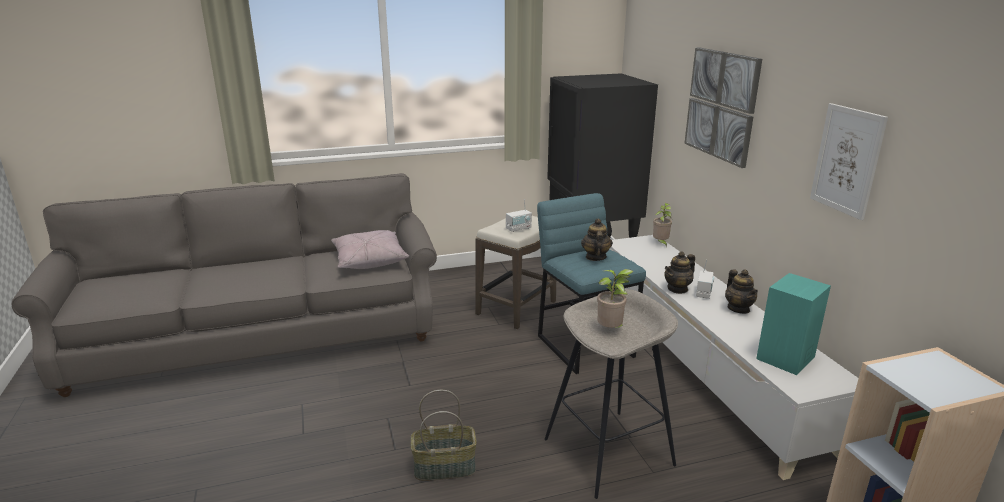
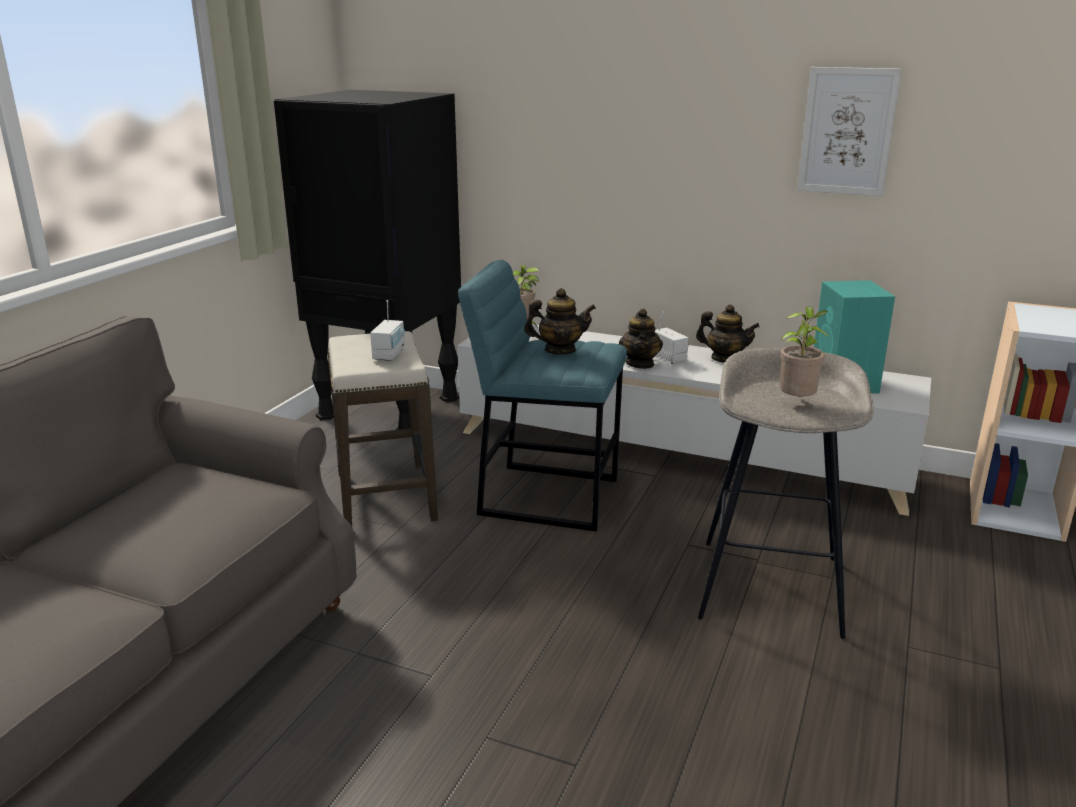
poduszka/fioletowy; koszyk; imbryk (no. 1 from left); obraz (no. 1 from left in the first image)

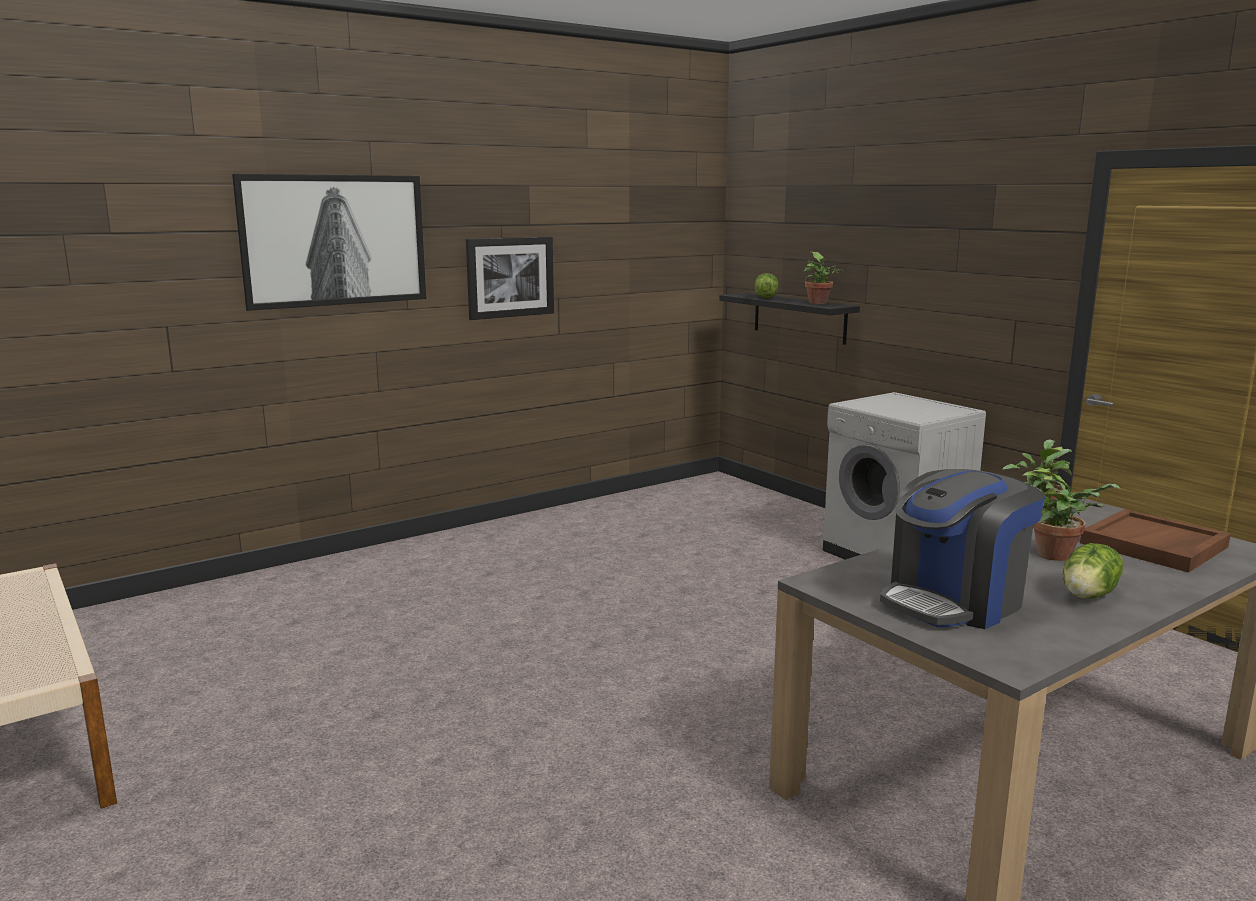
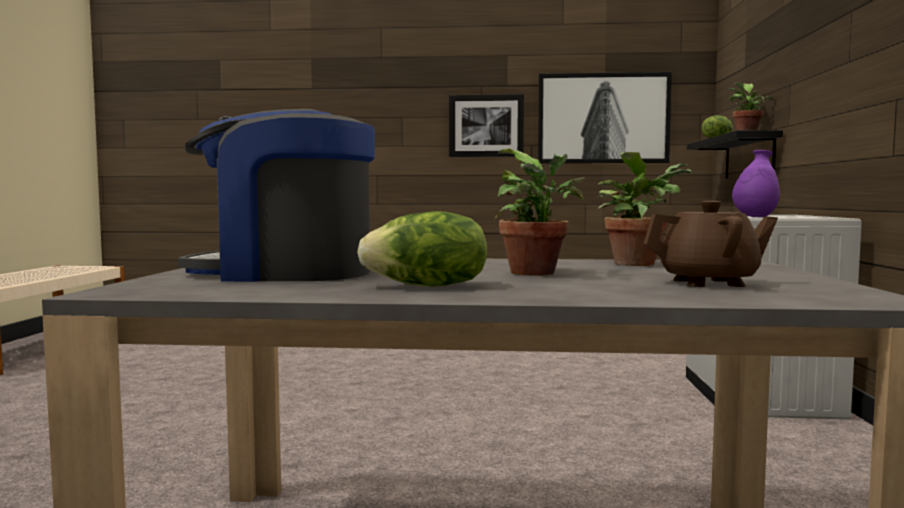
obraz (no. 2 from left); imbryk/brązowy; wazon/fioletowy

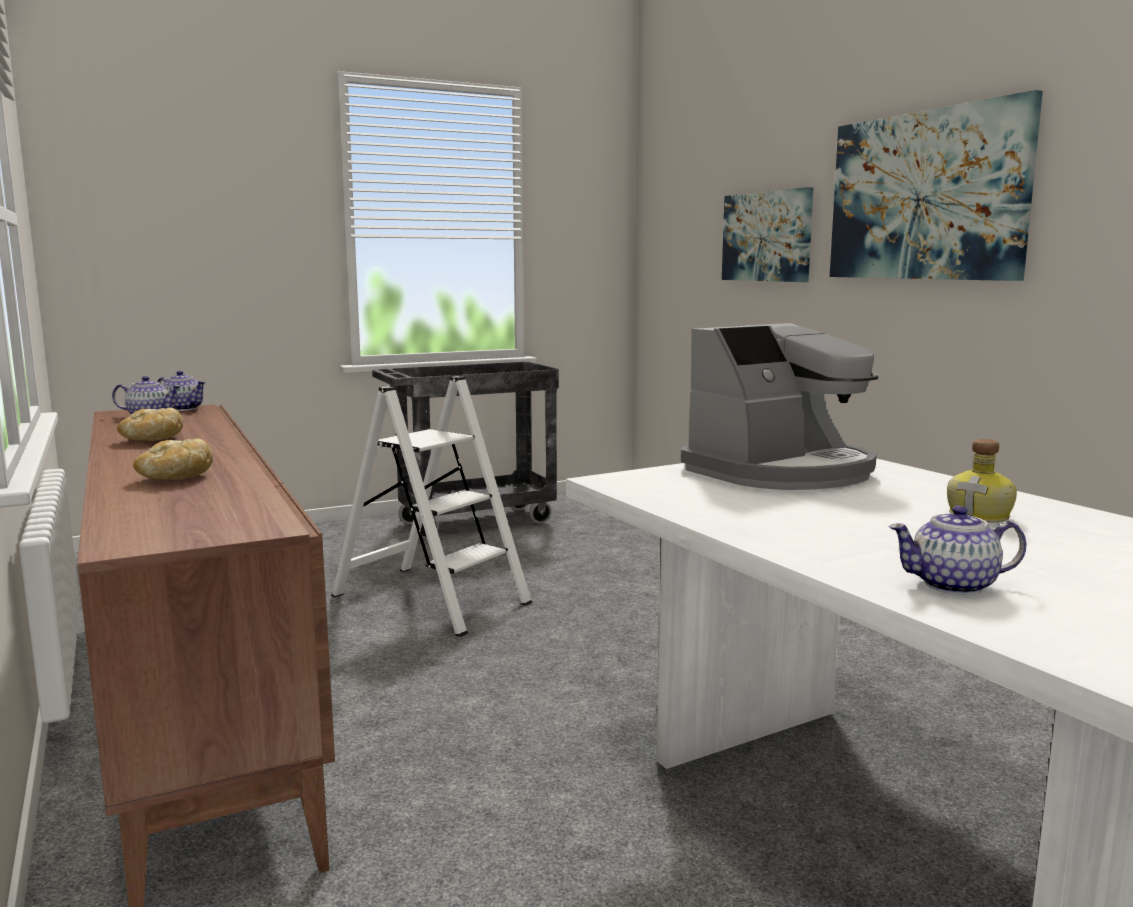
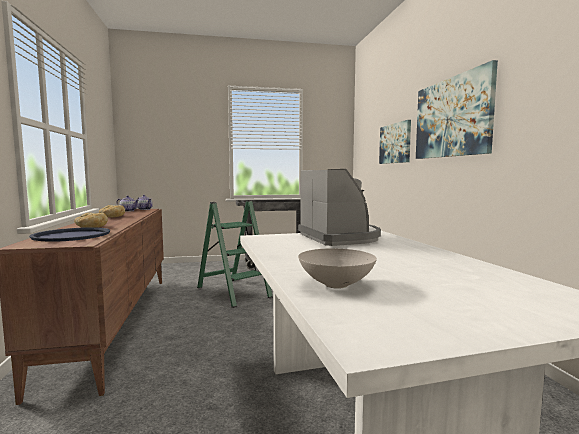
drabinka/zielony; ekspres do kawy; miska/biały; butelka; taca/niebieski

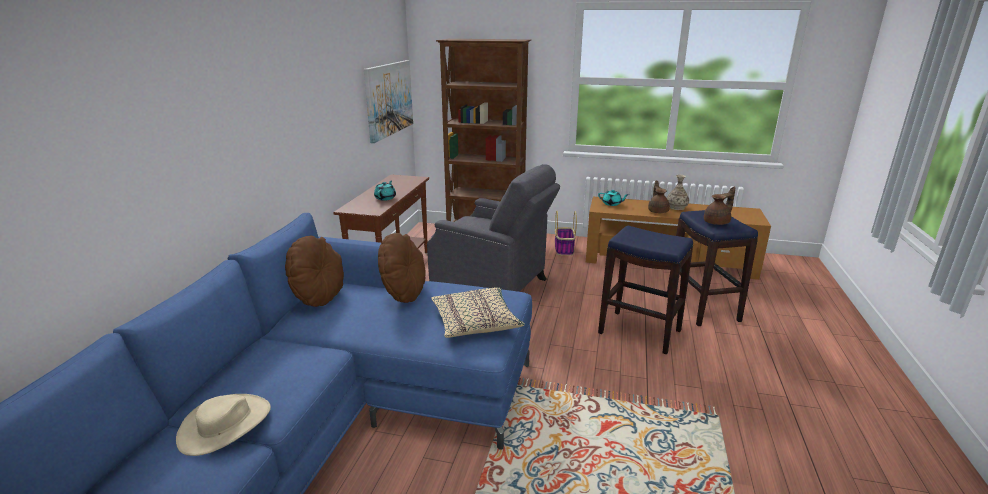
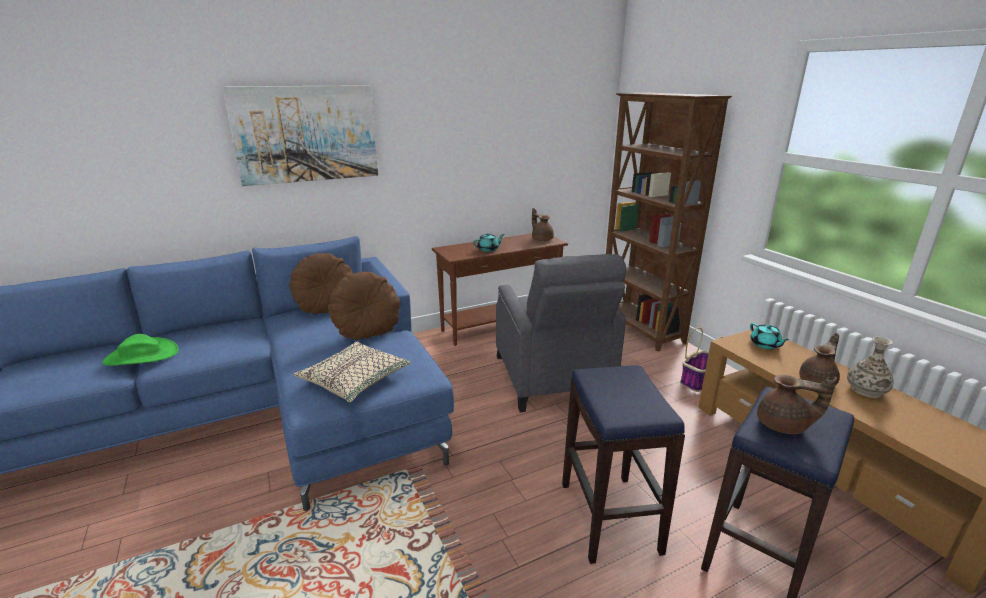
kapelusz/zielony; obraz; imbryk/brązowy (no. 1 from left)

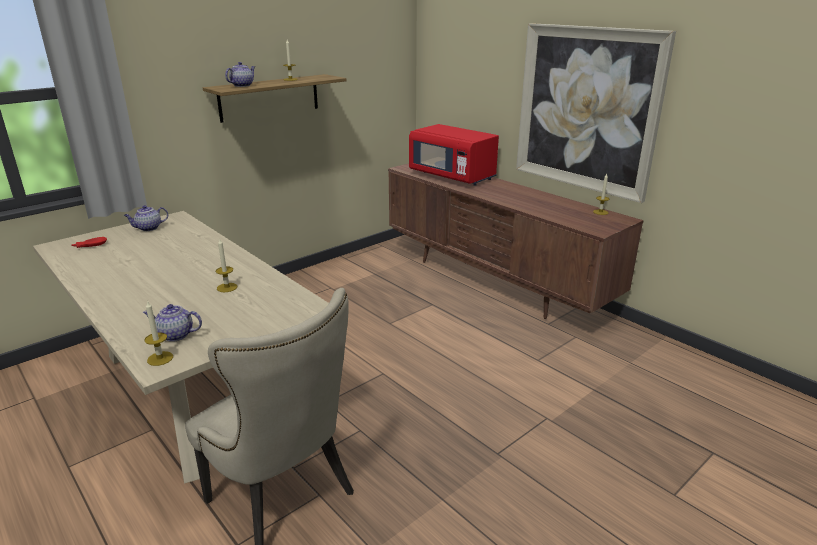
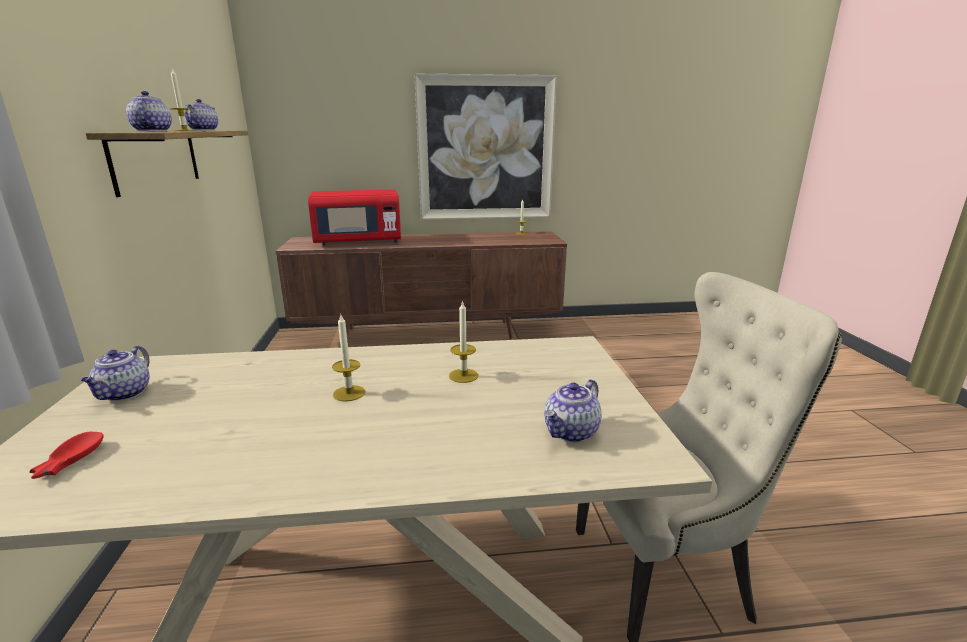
świeca (no. 2 from left); imbryk (no. 3 from left)

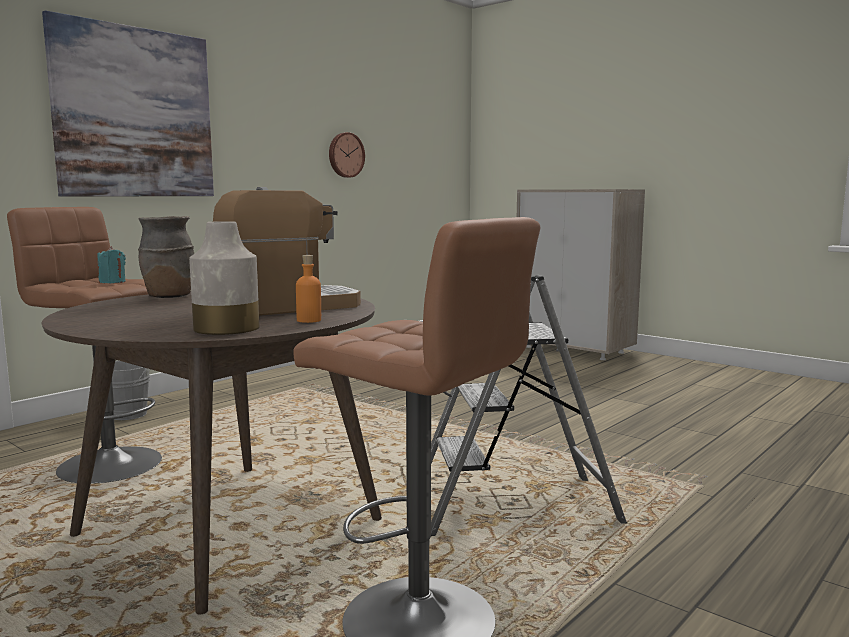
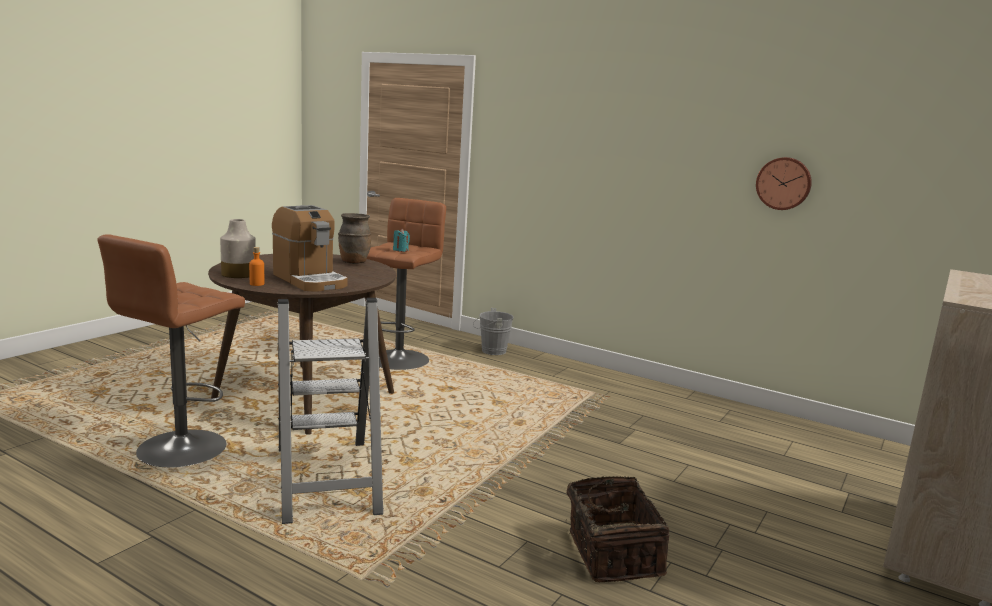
obraz; koszyk

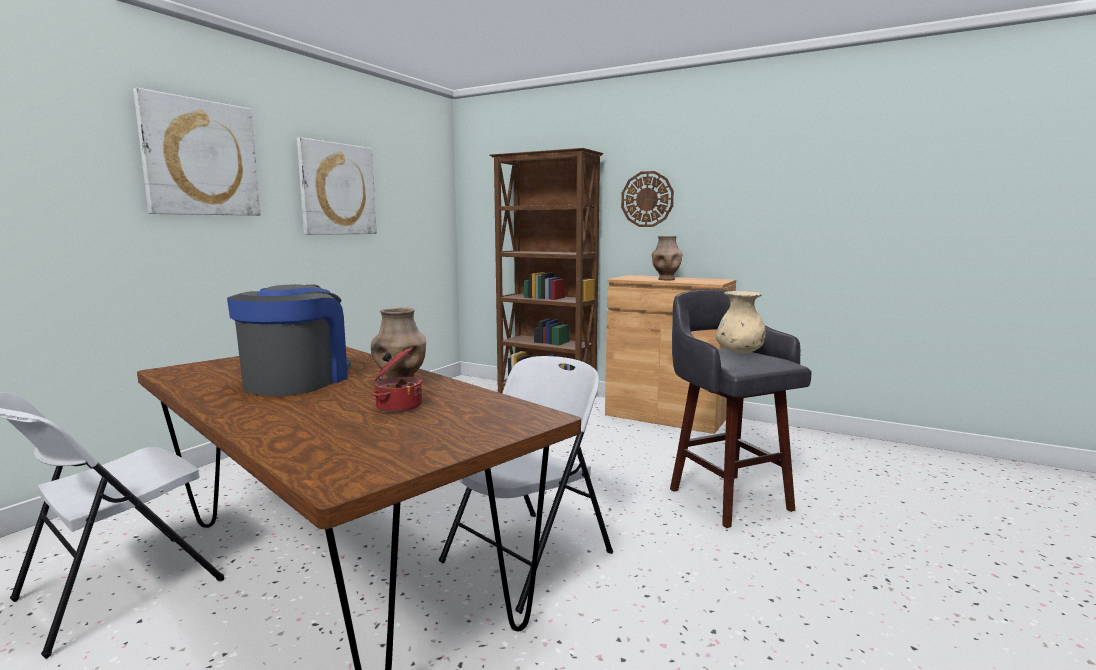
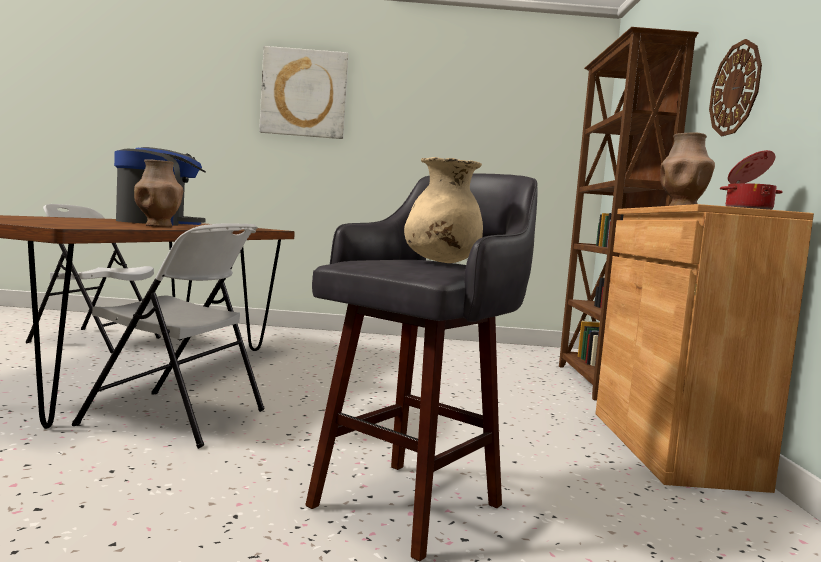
obraz (no. 2 from left in the first image); garnek

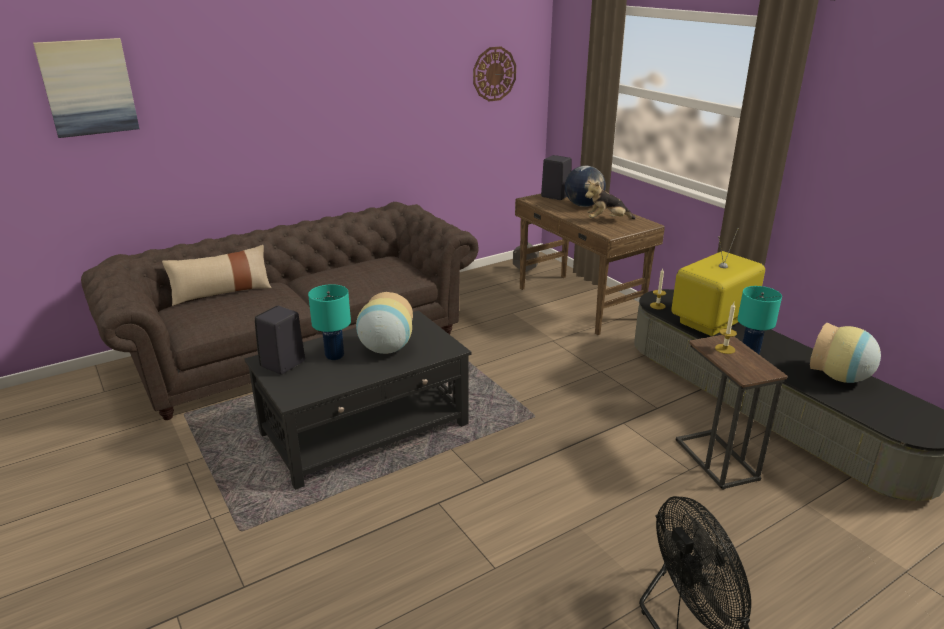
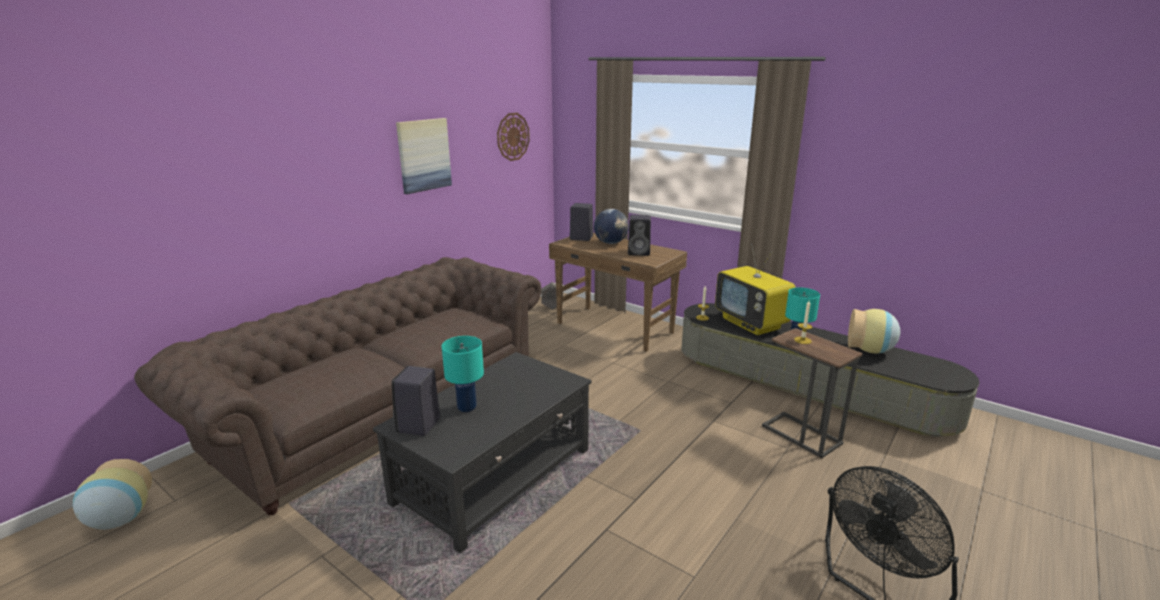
obraz; poduszka/beżowy; wazon (no. 1 from left); głośnik/czarny (no. 3 from left); telewizor

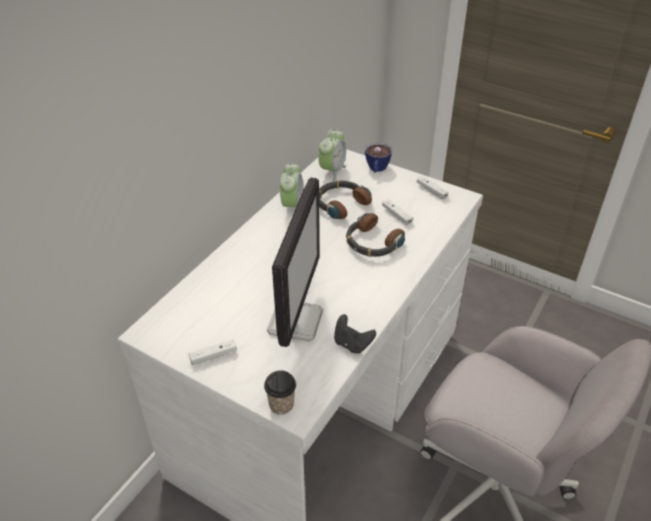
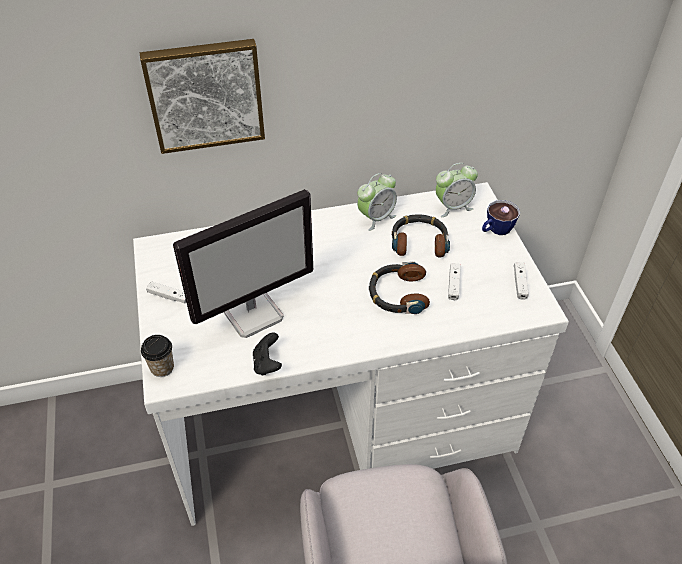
obraz

